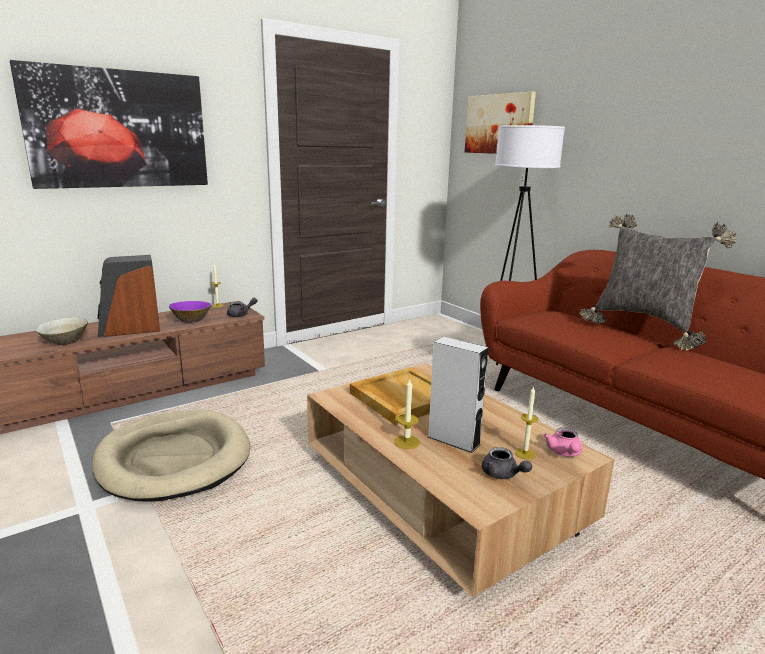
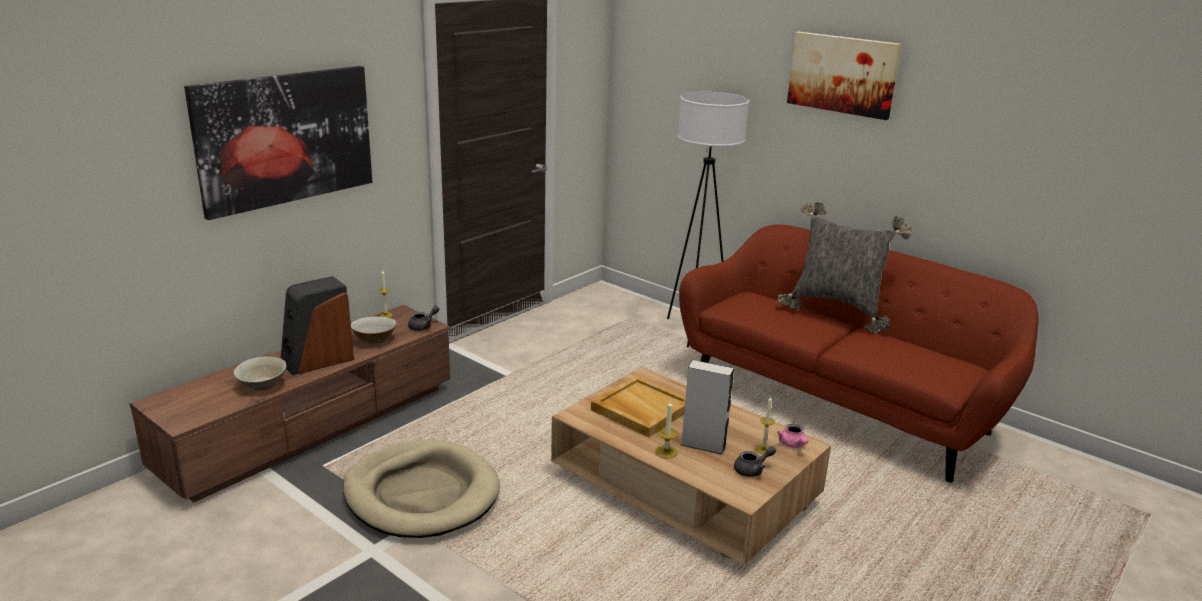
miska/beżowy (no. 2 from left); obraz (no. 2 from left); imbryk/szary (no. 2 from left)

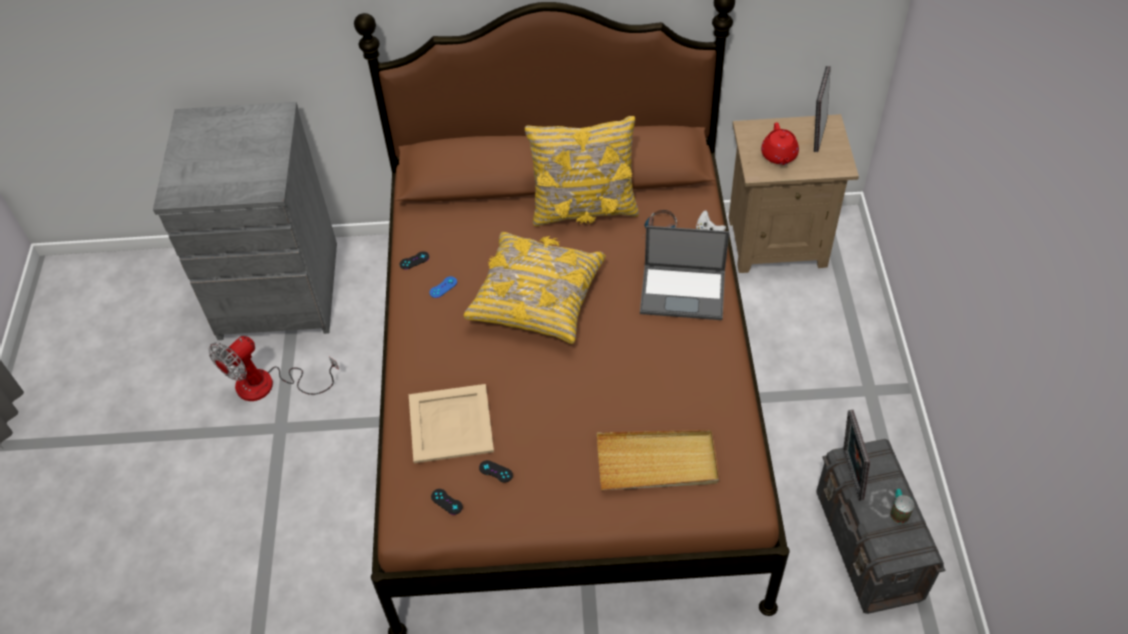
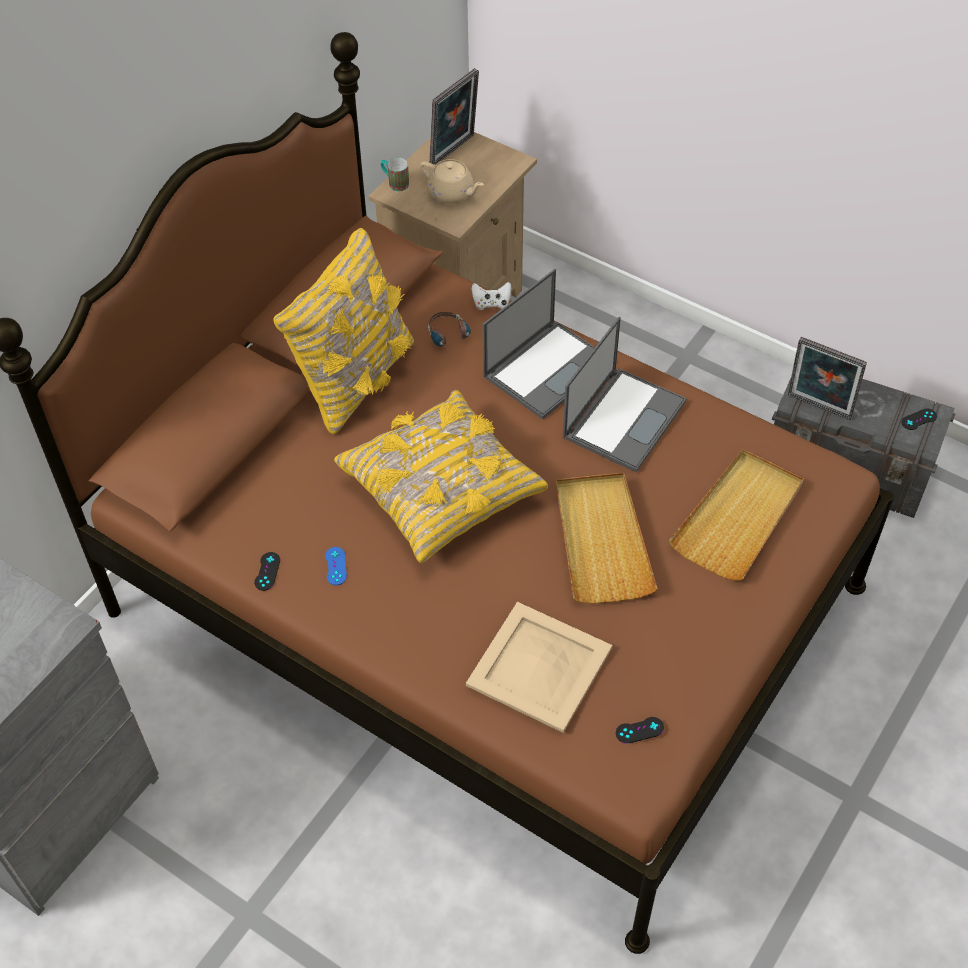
wentylator; pad do gier/czarny (no. 3 from left); imbryk/beżowy; ramka na zdjęcie (no. 1 from left); kubek; taca/beżowy (no. 2 from left); laptop (no. 2 from left)

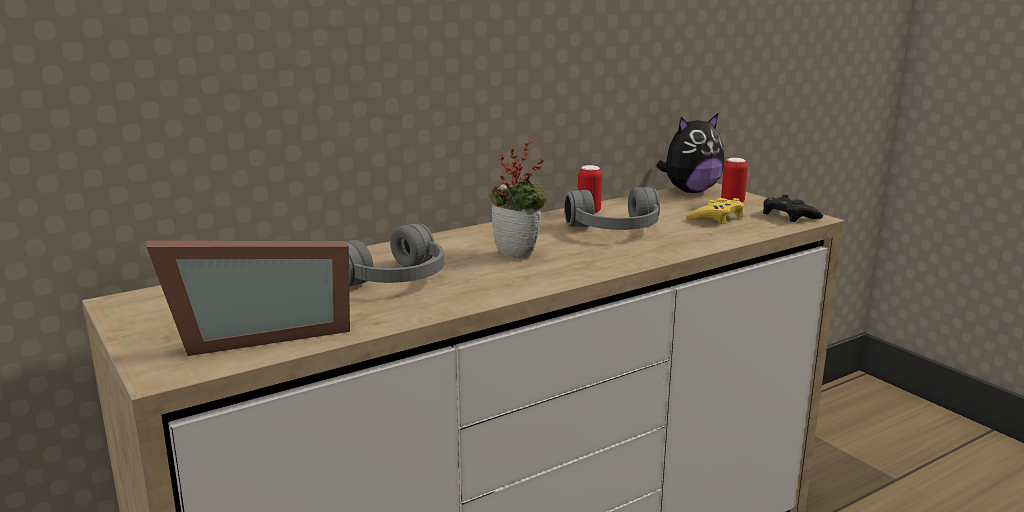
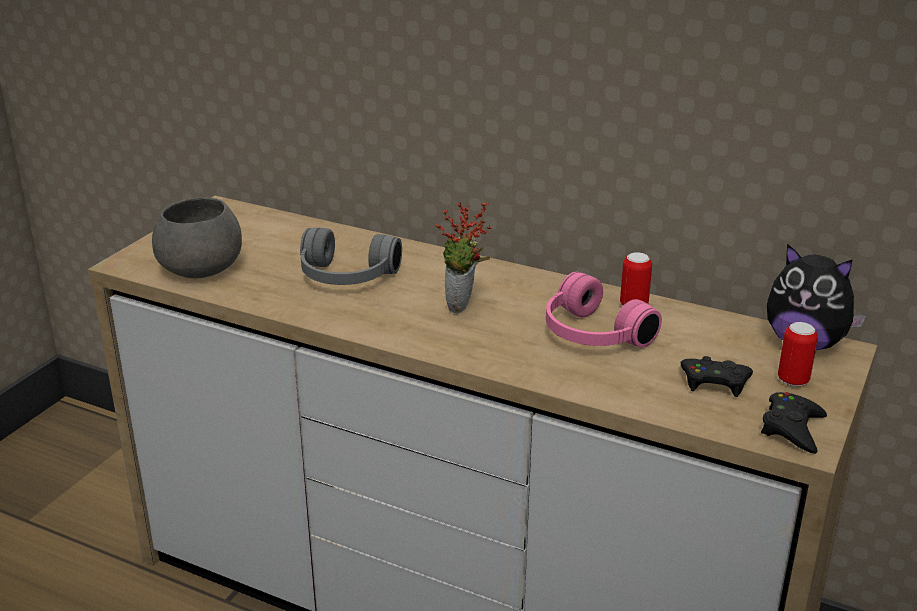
miska/szary; słuchawki/różowy; pad do gier/czarny (no. 1 from left)

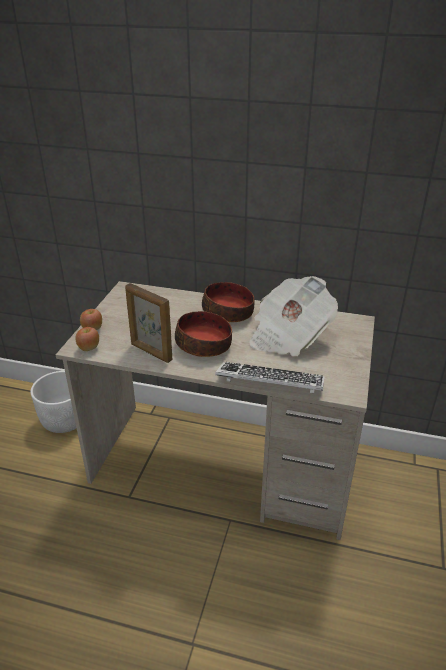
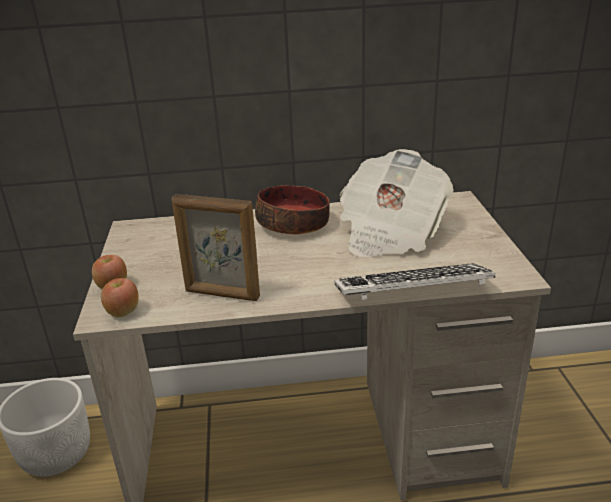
miska (no. 1 from left in the first image)

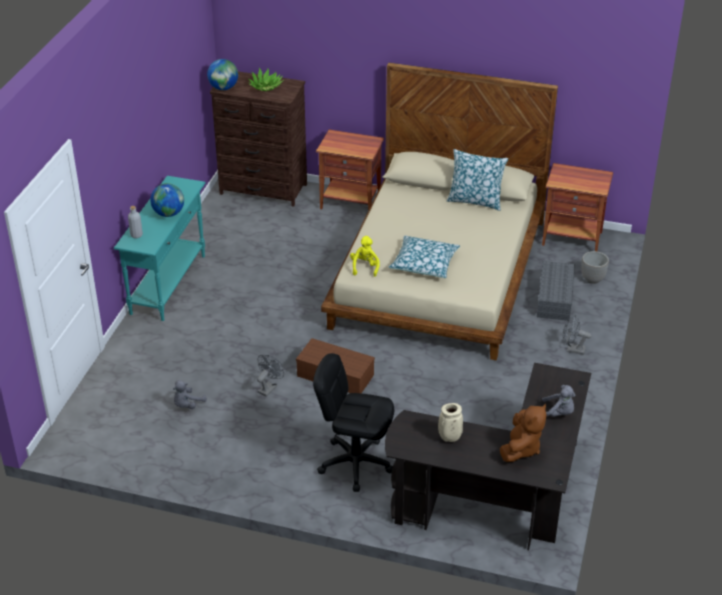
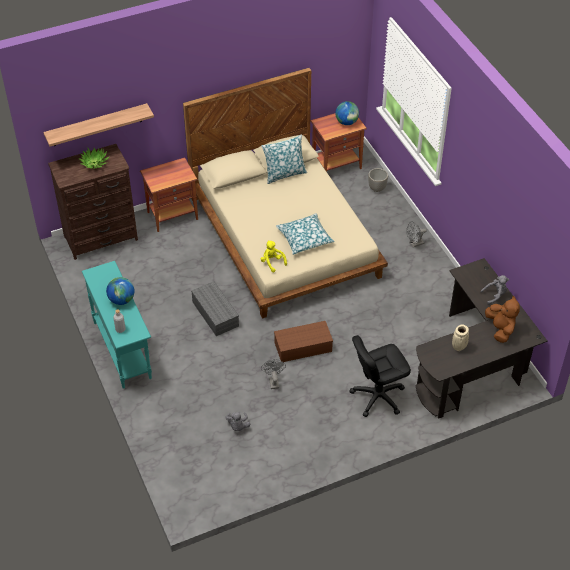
globus (no. 2 from left); pojemnik do przechowywania/szary; półka

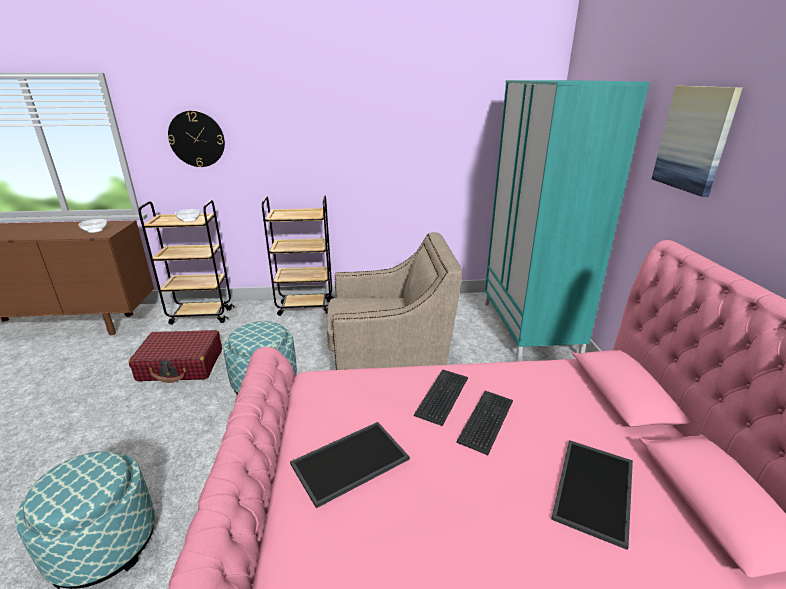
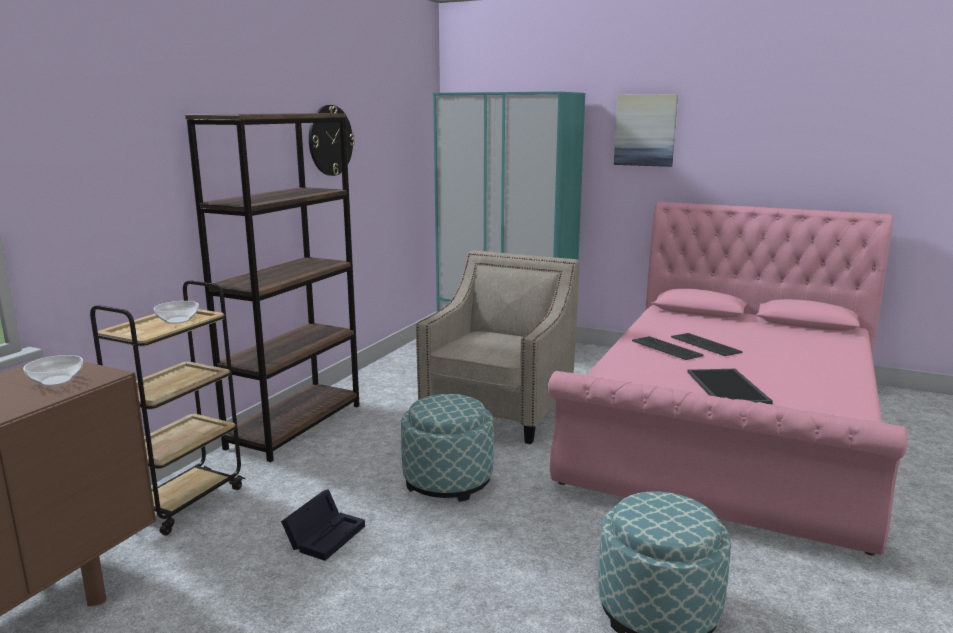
pojemnik do przechowywania/czarny; zegar ścienny; regał/brązowy; taca (no. 2 from left in the first image)

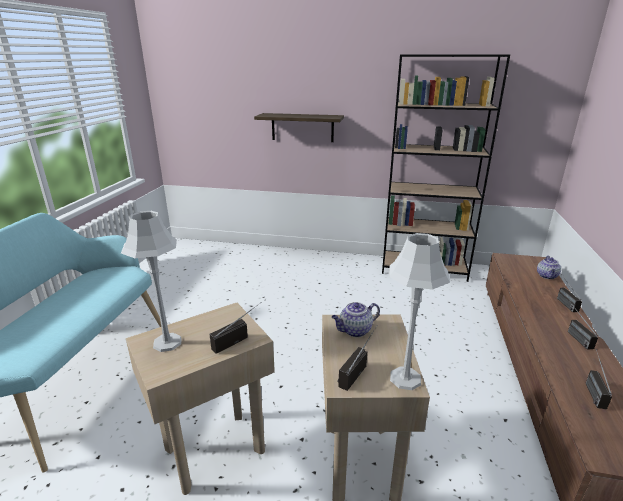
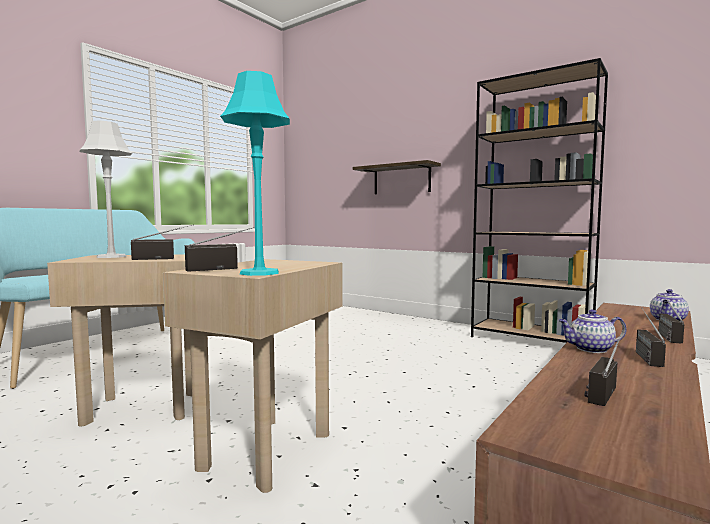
imbryk (no. 1 from left); lampa stołowa/turkusowy

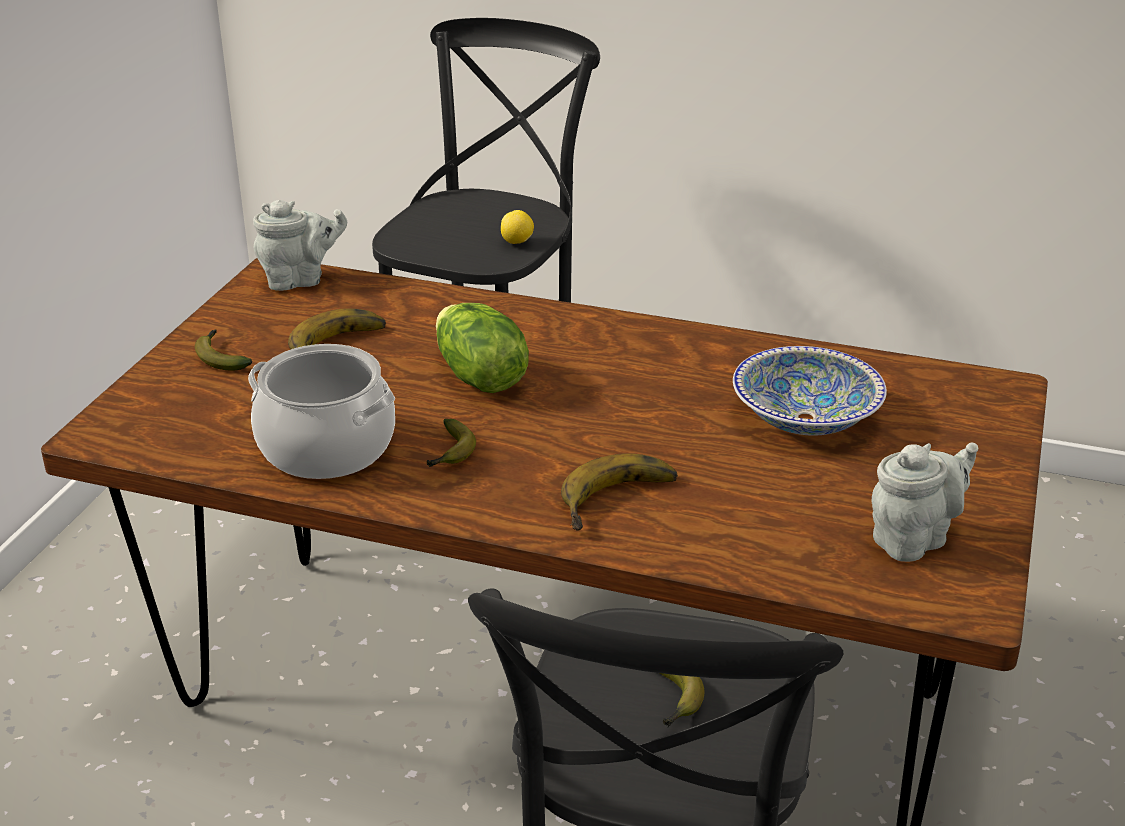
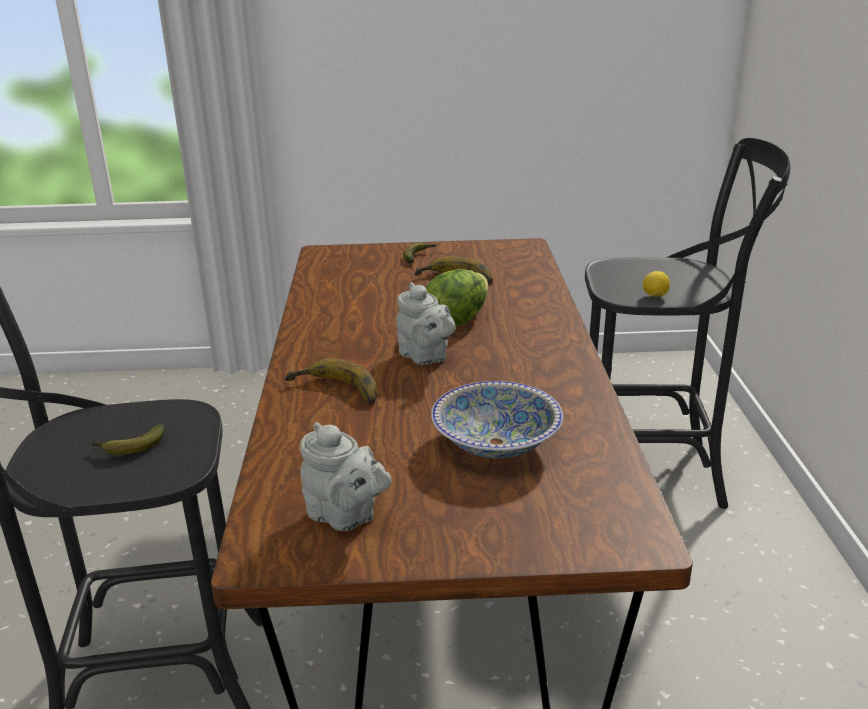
garnek; imbryk/szary (no. 2 from left); banan (no. 3 from left in the first image)

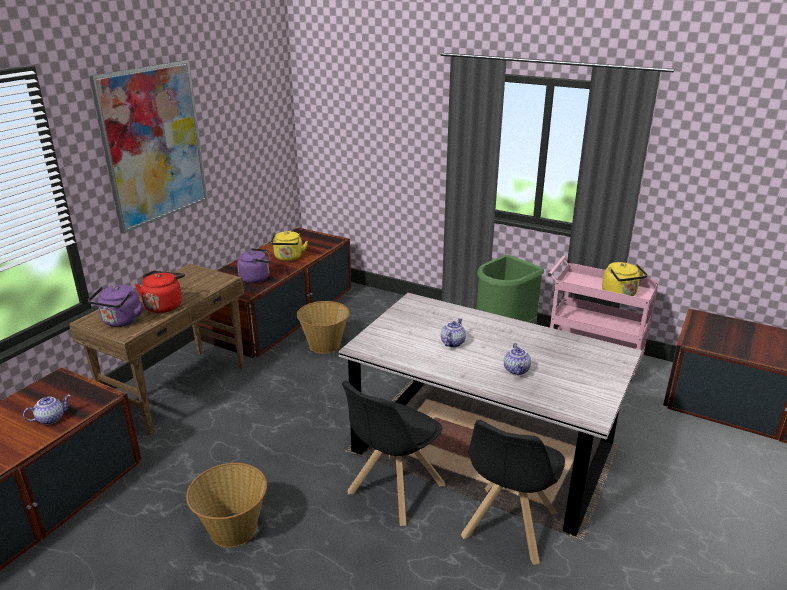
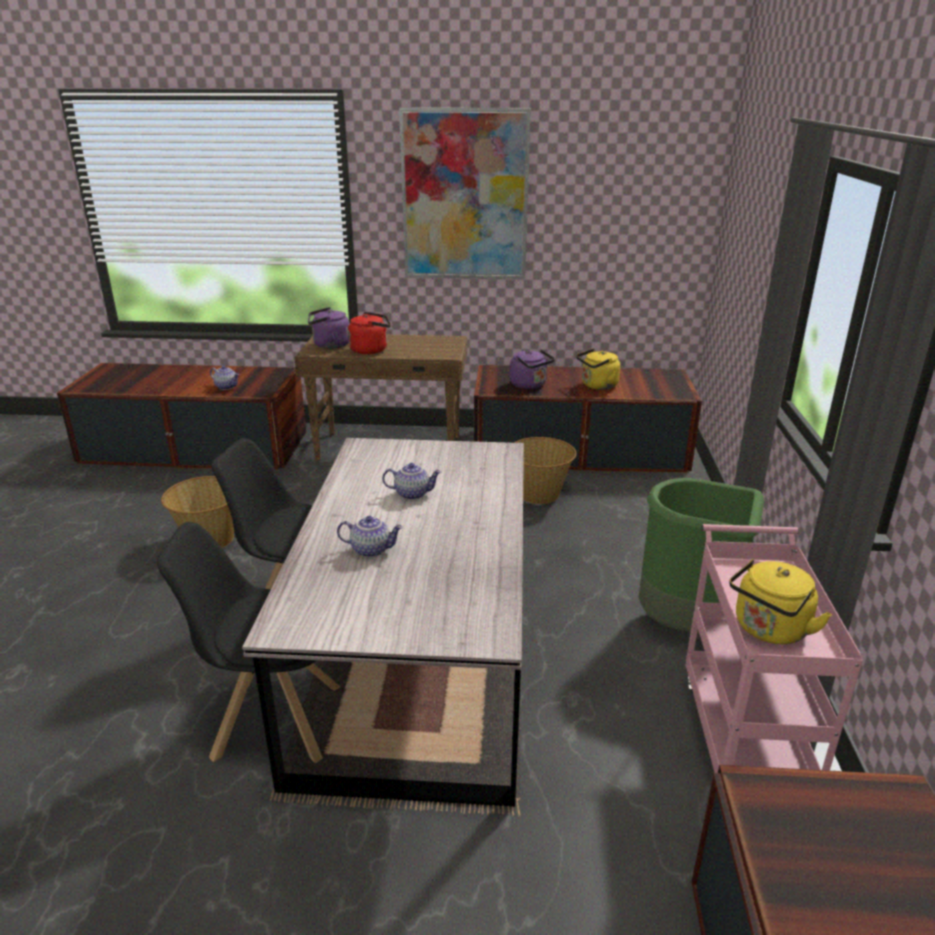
imbryk (no. 2 from left)

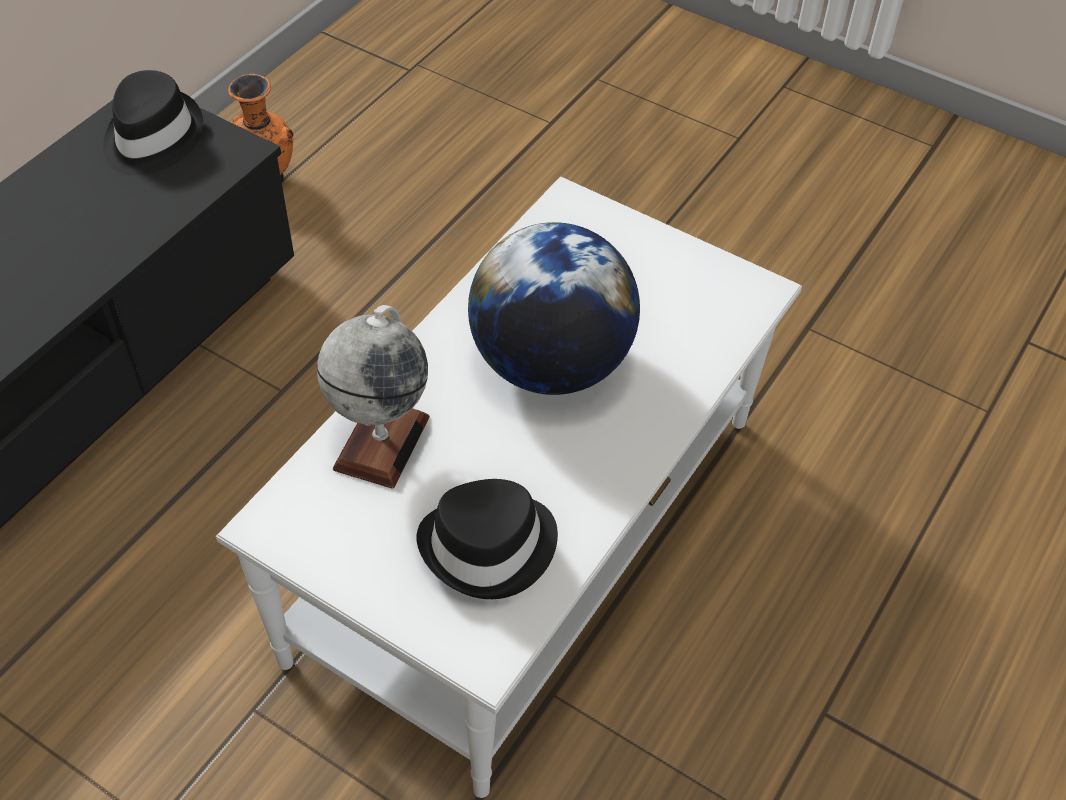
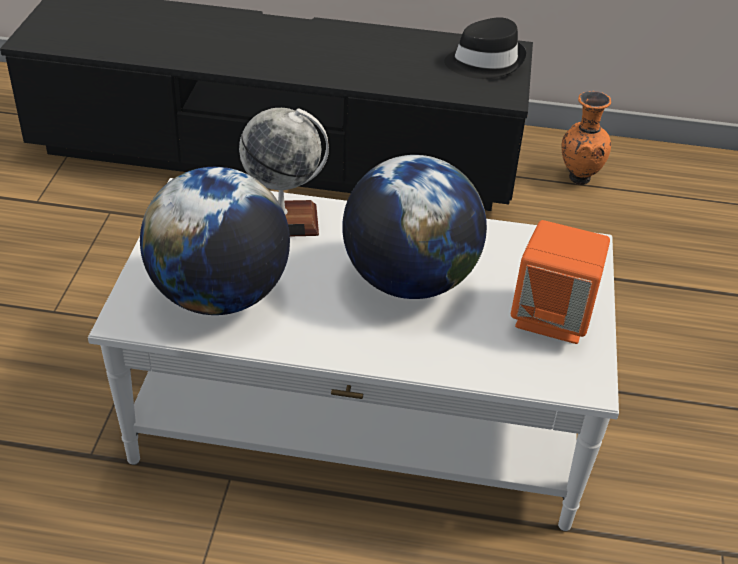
globus (no. 1 from left); głośnik/pomarańczowy

